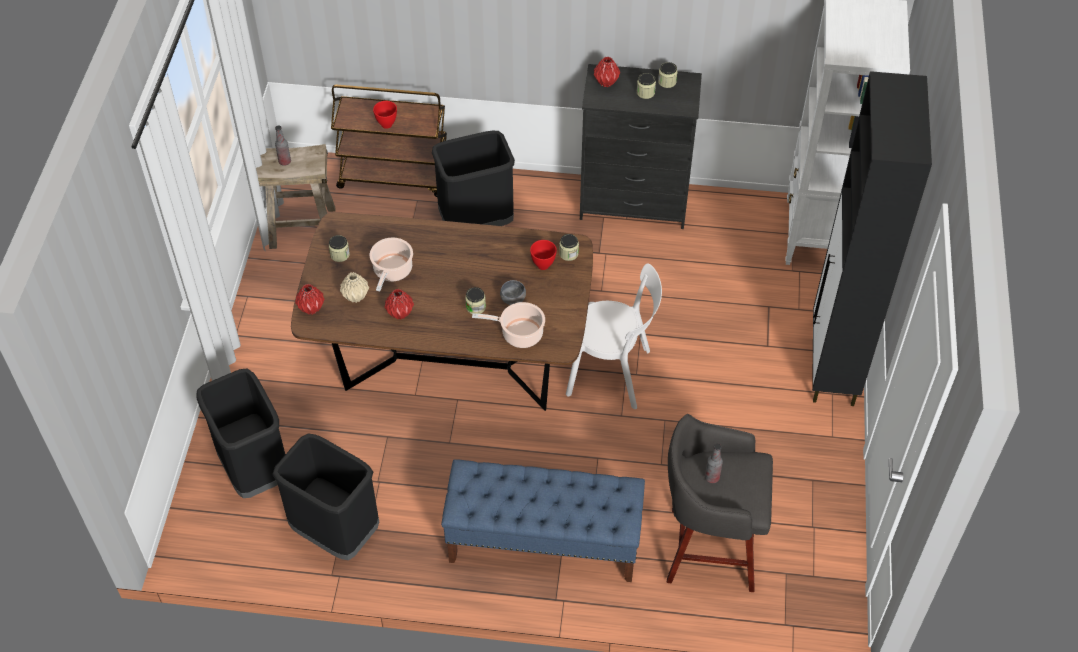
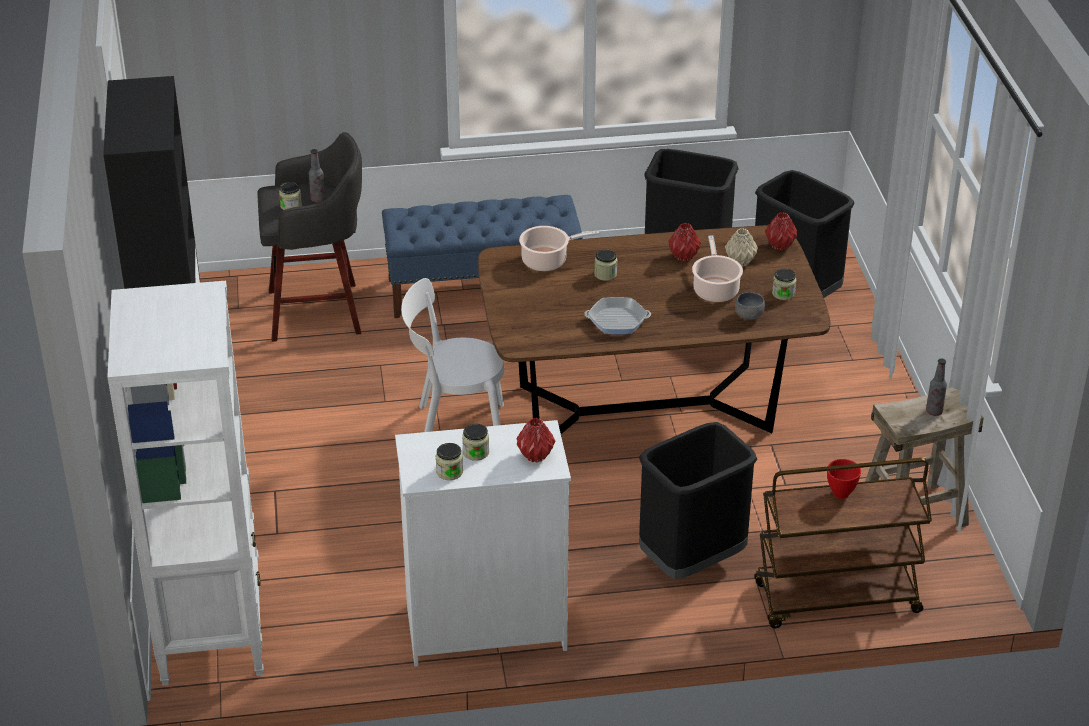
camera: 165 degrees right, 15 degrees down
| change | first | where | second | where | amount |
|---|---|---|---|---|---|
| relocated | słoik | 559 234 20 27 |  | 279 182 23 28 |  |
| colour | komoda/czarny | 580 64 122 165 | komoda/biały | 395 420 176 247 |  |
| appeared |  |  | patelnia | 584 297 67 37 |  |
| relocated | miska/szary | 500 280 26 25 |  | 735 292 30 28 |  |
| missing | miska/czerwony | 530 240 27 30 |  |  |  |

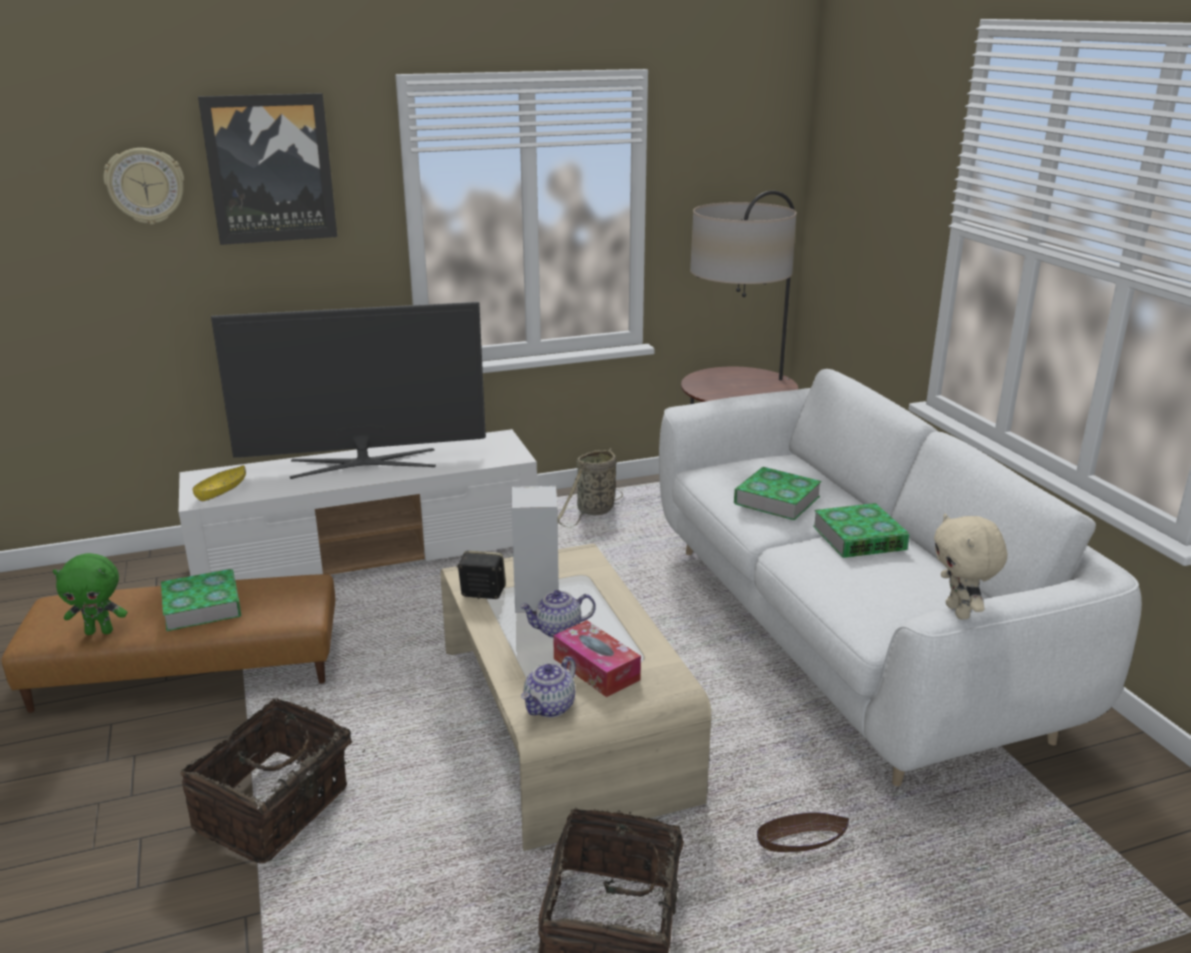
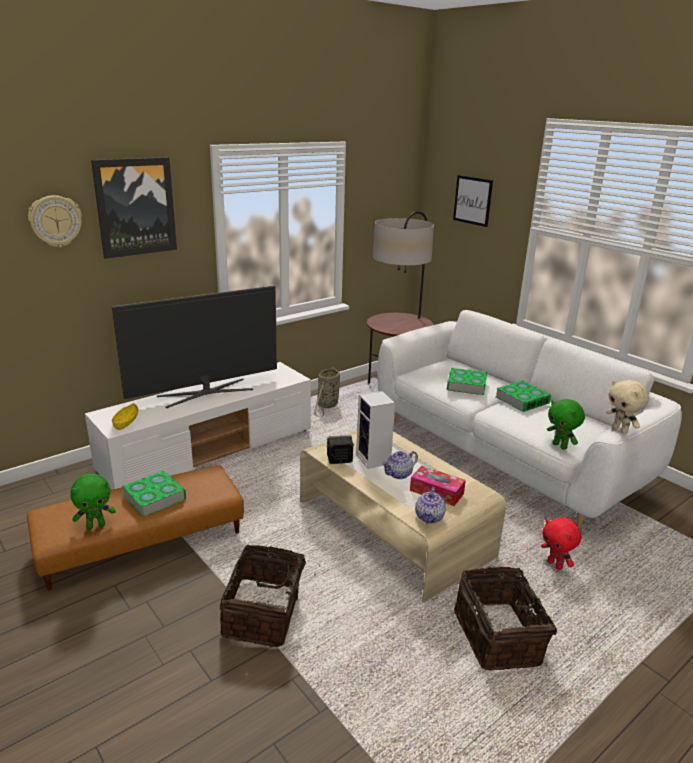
camera: 20 degrees left, 0 degrees up
| change | first | where | second | where | amount |
|---|---|---|---|---|---|
| appeared |  |  | obraz | 453 175 40 52 |  |
| exchanged | miska/brązowy | 757 812 92 40 | pluszak/czerwony | 541 517 40 53 |  |
| appeared |  |  | pluszak/zielony | 547 399 38 51 |  |

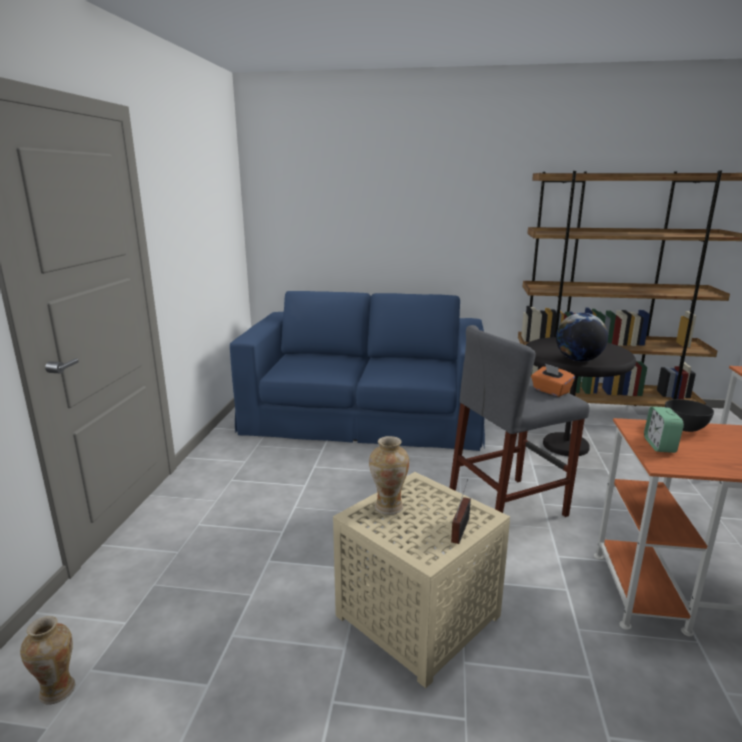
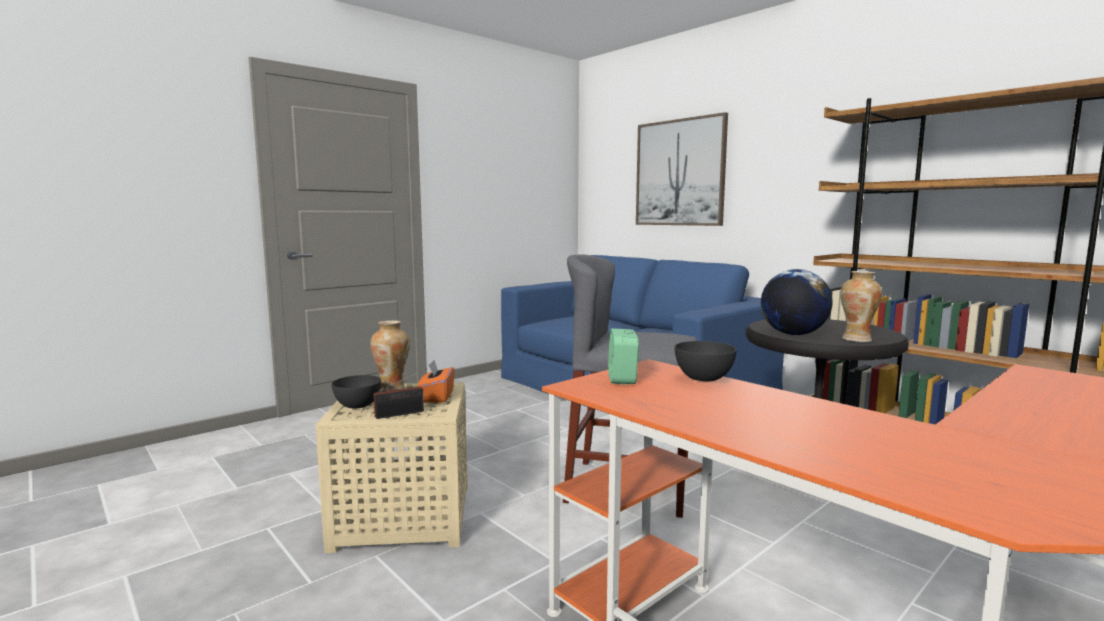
camera: 40 degrees right, 10 degrees down
| change | first | where | second | where | amount |
|---|---|---|---|---|---|
| appeared |  |  | miska/szary | 331 375 50 33 |  |
| relocated | pudełko chusteczek/pomarańczowy | 531 363 44 34 |  | 418 360 37 42 |  |
| spun | budzik | 644 406 40 47 |  | 608 329 31 55 | 45 degrees counterclockwise |
| appeared |  |  | obraz | 636 112 92 114 |  |
| relocated | wazon | 20 616 55 89 |  | 840 271 42 71 |  |

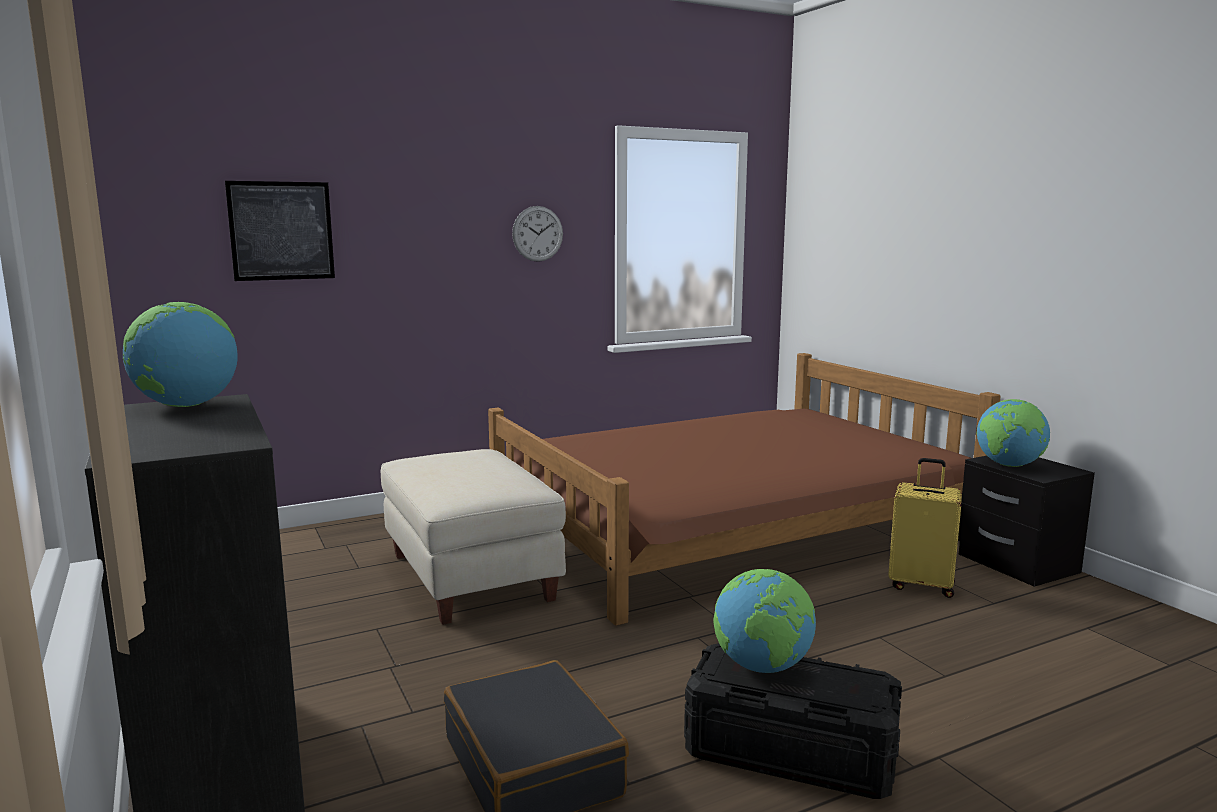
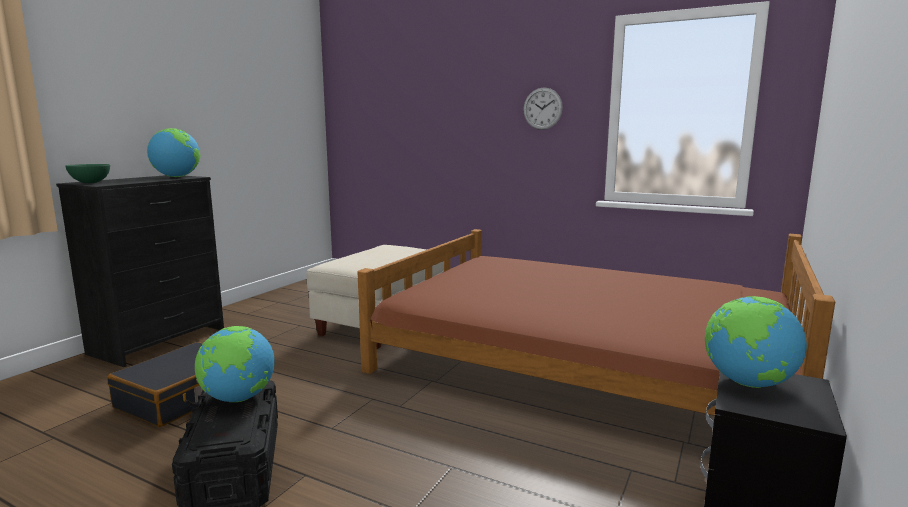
camera: 55 degrees right, 0 degrees up
| change | first | where | second | where | amount |
|---|---|---|---|---|---|
| appeared |  |  | miska/zielony | 65 164 45 19 |  |
| missing | obraz | 225 181 110 100 |  |  |  |
| missing | walizka/żółty | 888 458 74 140 |  |  |  |

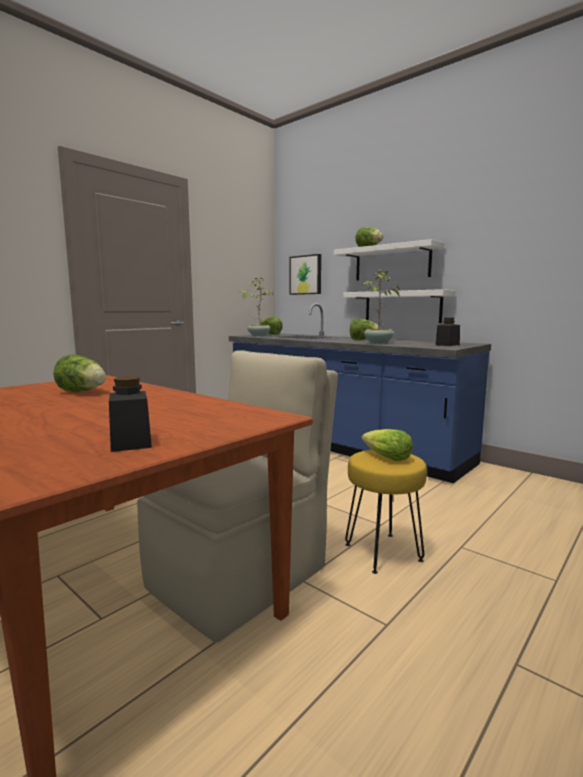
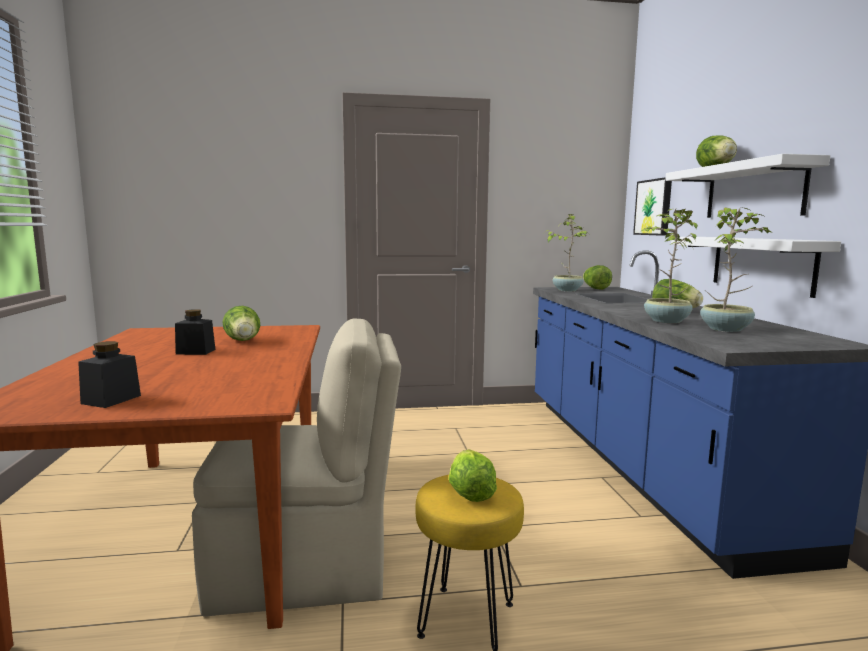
camera: 40 degrees right, 0 degrees up
| change | first | where | second | where | amount |
|---|---|---|---|---|---|
| relocated | słoik/czarny | 436 318 24 28 |  | 175 309 41 46 |  |
| appeared |  |  | roślina doniczkowa | 700 207 72 125 |  |

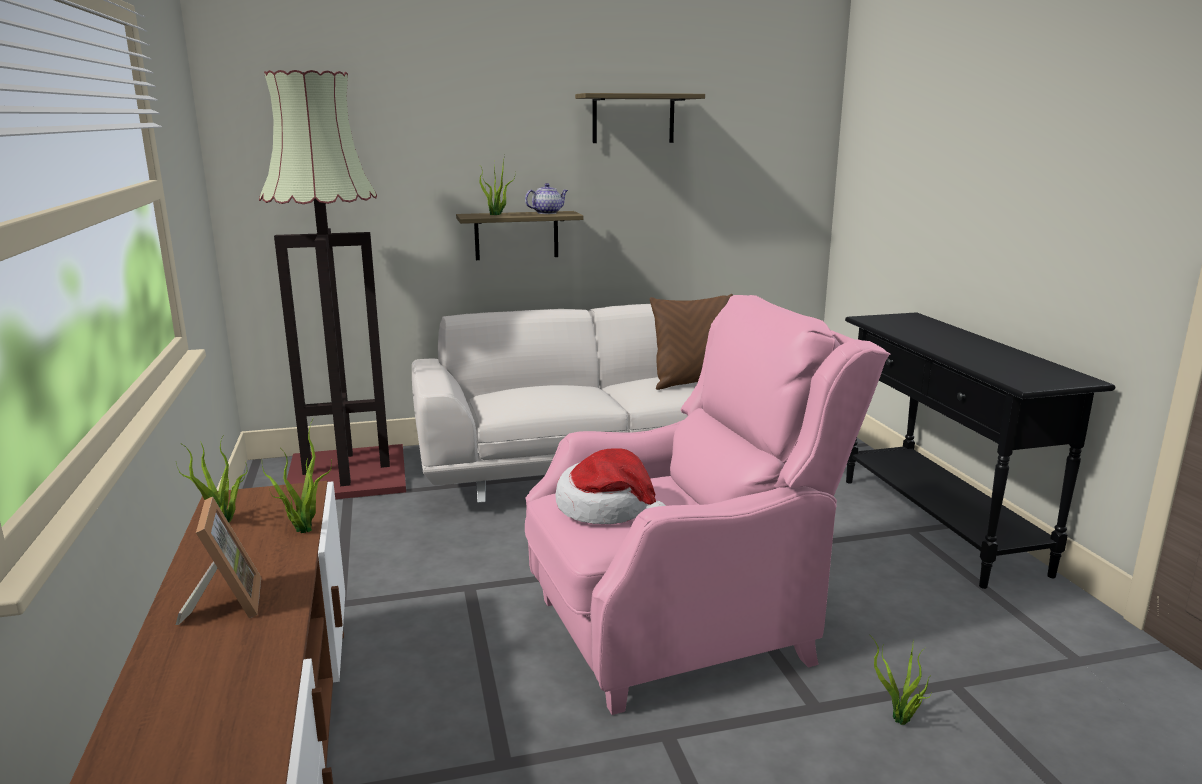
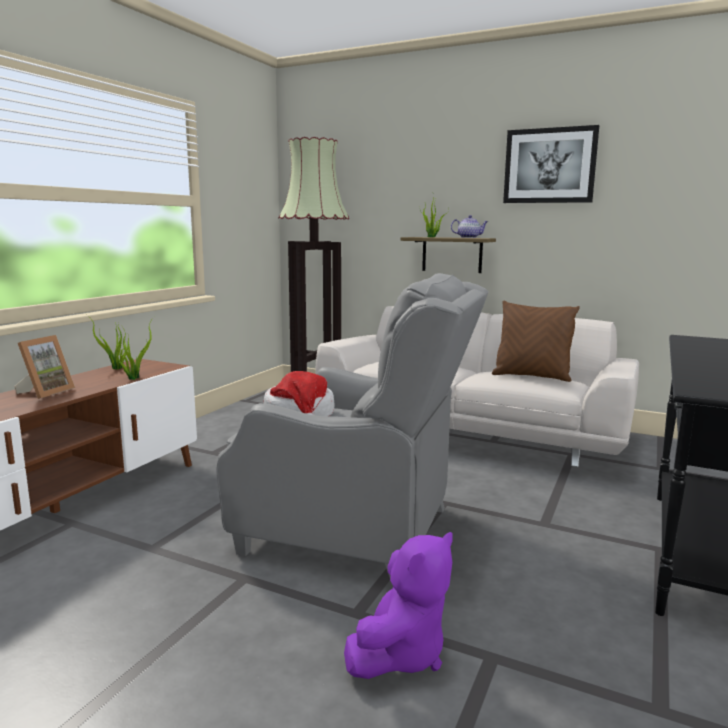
camera: 40 degrees right, 5 degrees down
| change | first | where | second | where | amount |
|---|---|---|---|---|---|
| colour | fotel/różowy | 525 295 365 420 | fotel/szary | 216 273 273 305 |  |
| exchanged | roślina doniczkowa | 870 635 62 90 | pluszak/fioletowy | 344 532 109 147 |  |
| exchanged | półka | 575 93 130 50 | obraz | 503 125 96 78 |  |

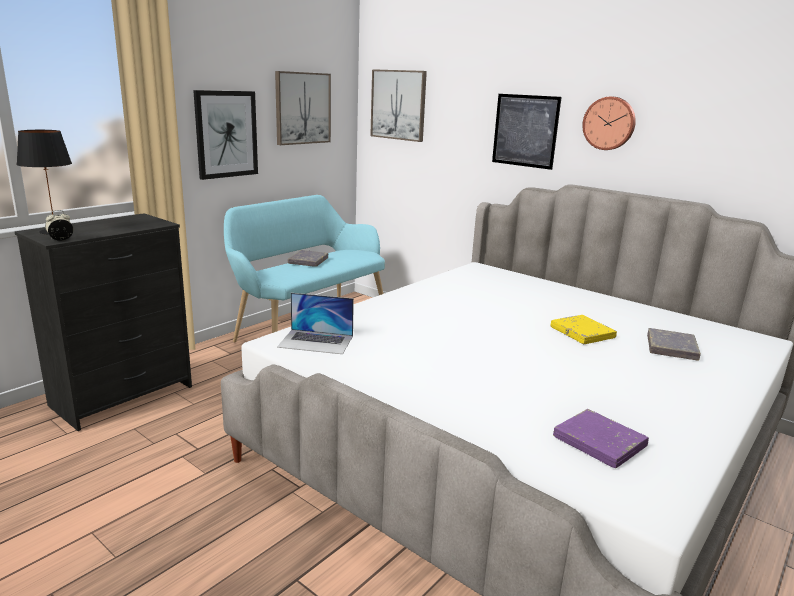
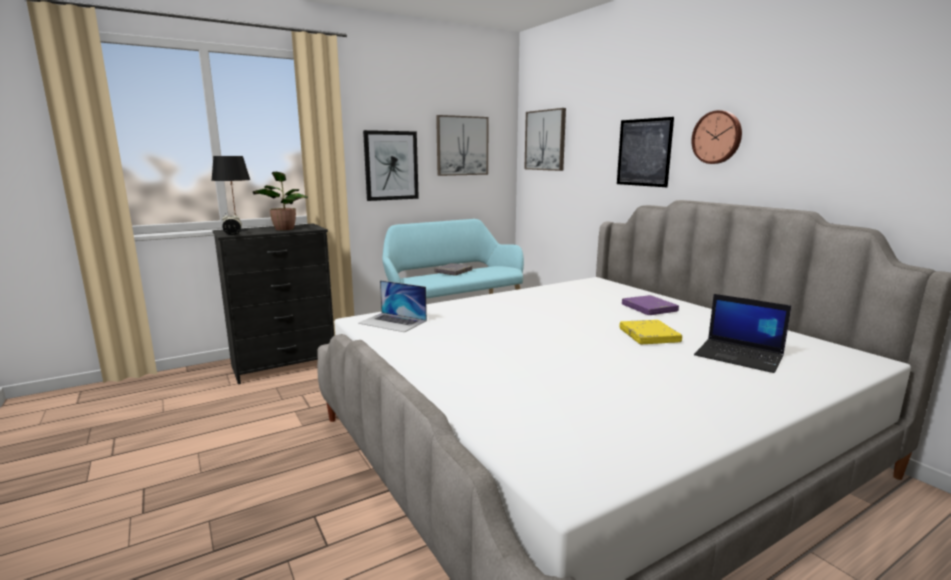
camera: 20 degrees right, 5 degrees down
| change | first | where | second | where | amount |
|---|---|---|---|---|---|
| appeared |  |  | roślina doniczkowa | 253 172 55 59 |  |
| relocated | książka/fioletowy | 553 409 96 59 |  | 622 295 57 20 |  |
| exchanged | książka/szary | 647 328 54 32 | laptop | 694 294 97 79 |  |

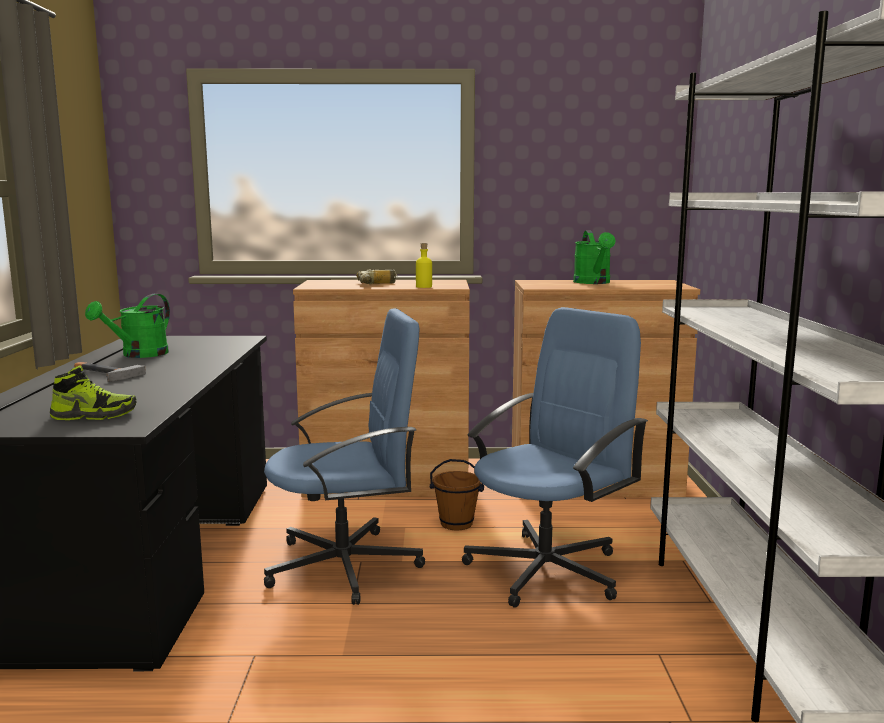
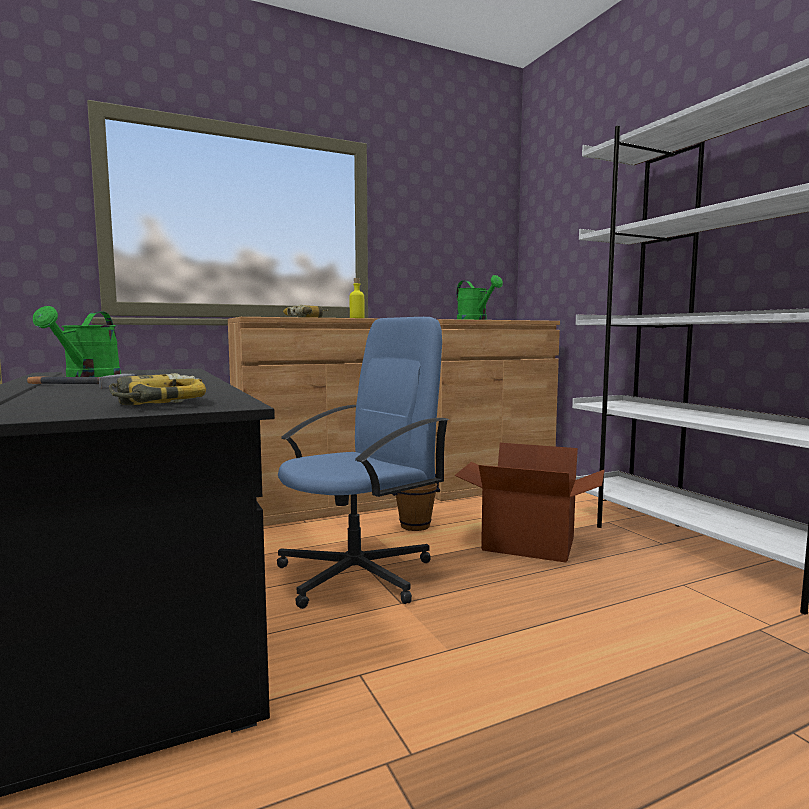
camera: 25 degrees left, 5 degrees down
| change | first | where | second | where | amount |
|---|---|---|---|---|---|
| exchanged | but | 50 365 87 55 | wiertarka | 109 373 97 32 |  |
| exchanged | krzesło biurowe/niebieski | 462 307 186 301 | karton | 455 443 149 120 |  |

